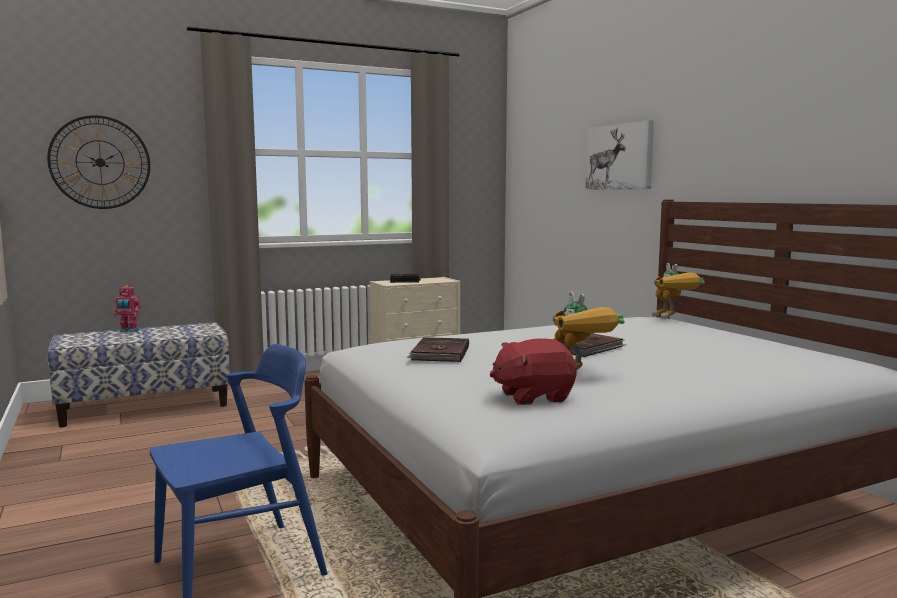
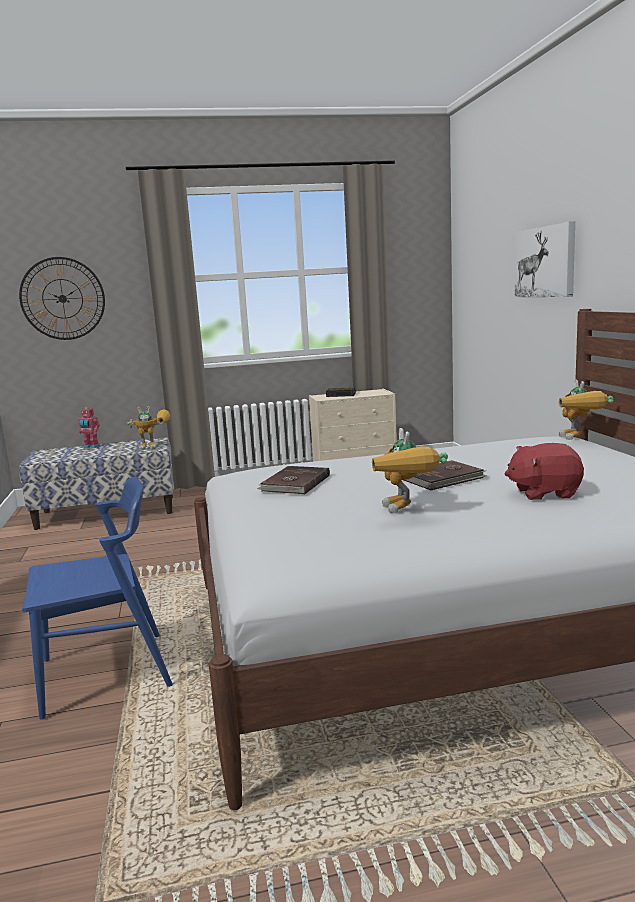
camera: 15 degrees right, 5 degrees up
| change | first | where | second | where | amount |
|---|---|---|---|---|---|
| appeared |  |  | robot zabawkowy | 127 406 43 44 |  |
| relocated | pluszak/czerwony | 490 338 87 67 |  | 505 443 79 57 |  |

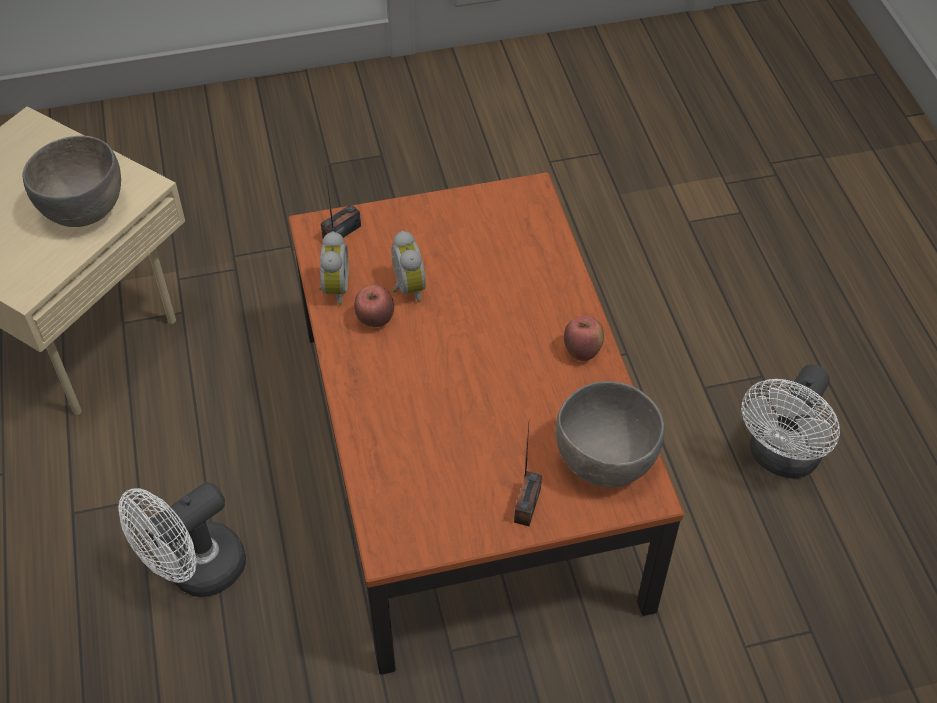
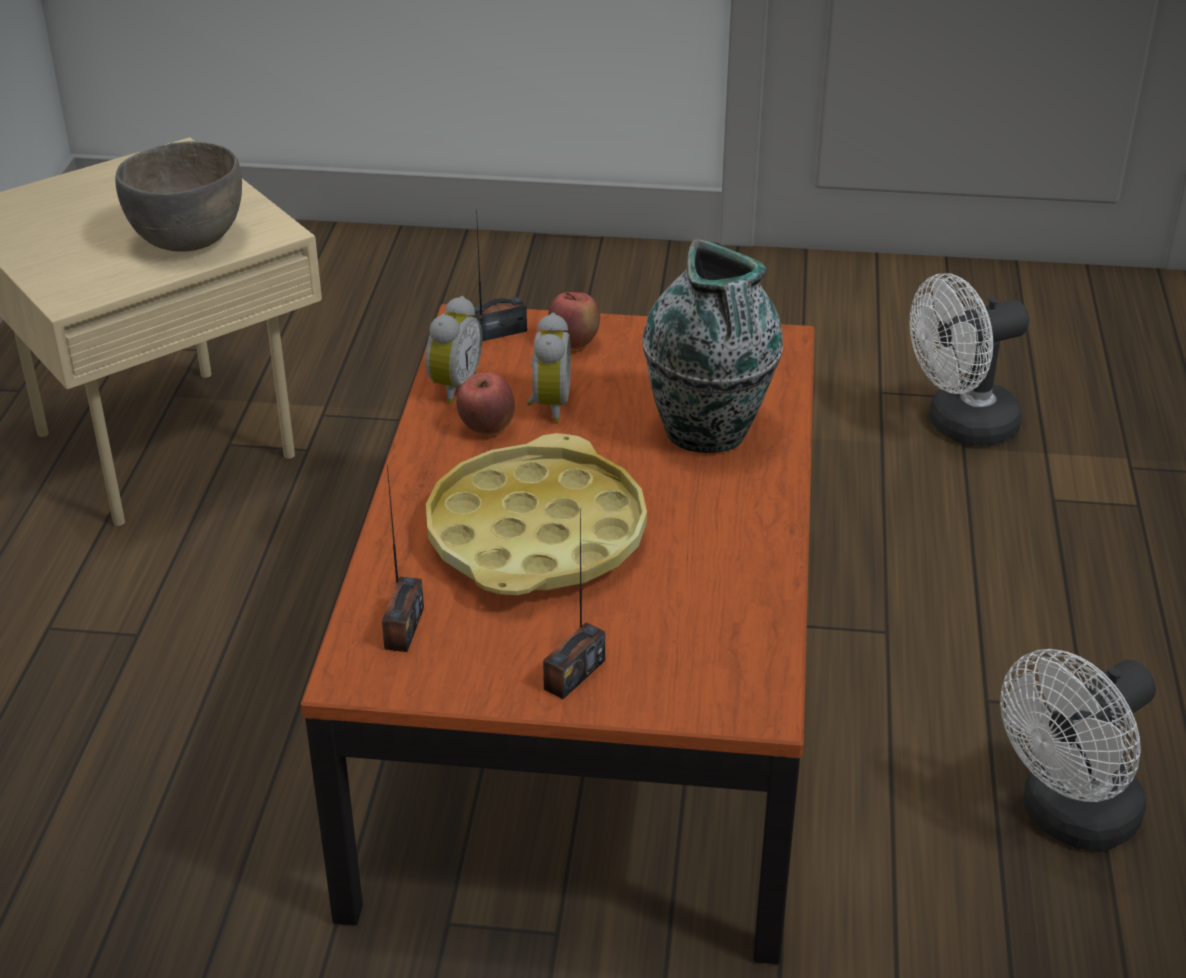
camera: 20 degrees right, 15 degrees down
| change | first | where | second | where | amount |
|---|---|---|---|---|---|
| appeared |  |  | radio | 382 464 42 188 |  |
| appeared |  |  | taca/żółty | 426 433 221 162 |  |
| relocated | jabłko | 564 316 40 45 |  | 548 291 52 58 |  |
| appeared |  |  | wazon | 642 239 141 214 |  |
| relocated | wentylator/biały | 118 482 128 115 |  | 910 273 119 173 |  |
| missing | miska/szary | 555 381 110 106 |  |  |  |

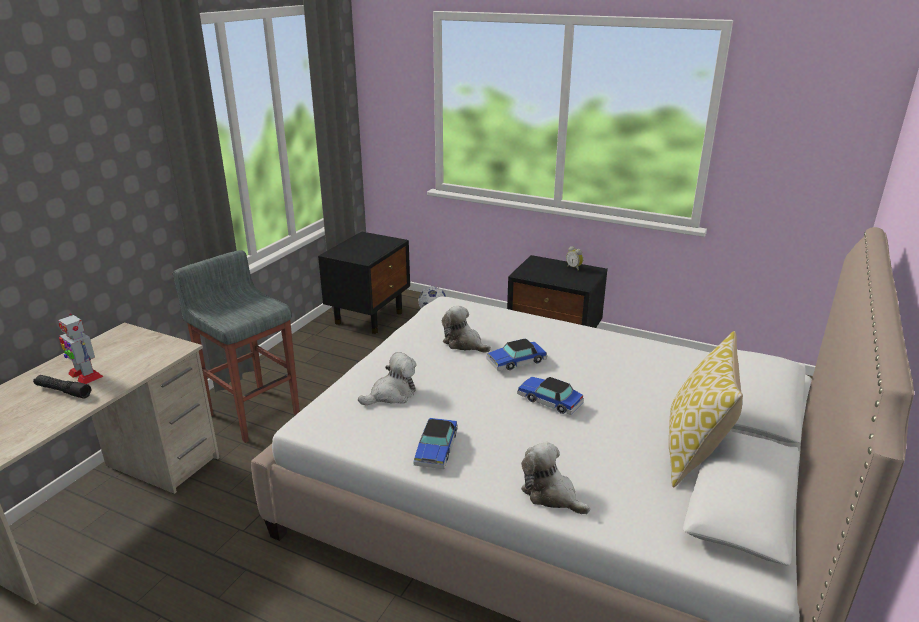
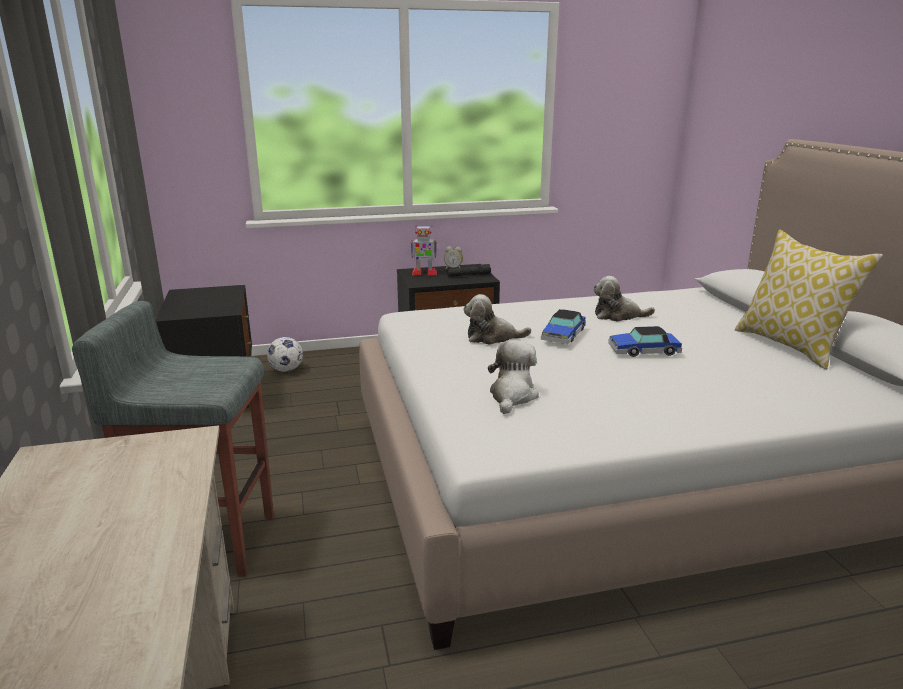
camera: 40 degrees left, 5 degrees down
| change | first | where | second | where | amount |
|---|---|---|---|---|---|
| relocated | robot zabawkowy | 58 313 45 71 |  | 411 225 26 50 |  |
| relocated | latarka/czarny | 33 375 58 23 |  | 446 264 45 13 |  |
| relocated | pluszak | 521 442 69 72 |  | 593 276 62 46 |  |
| missing | samochodzik | 413 418 45 51 |  |  |  |

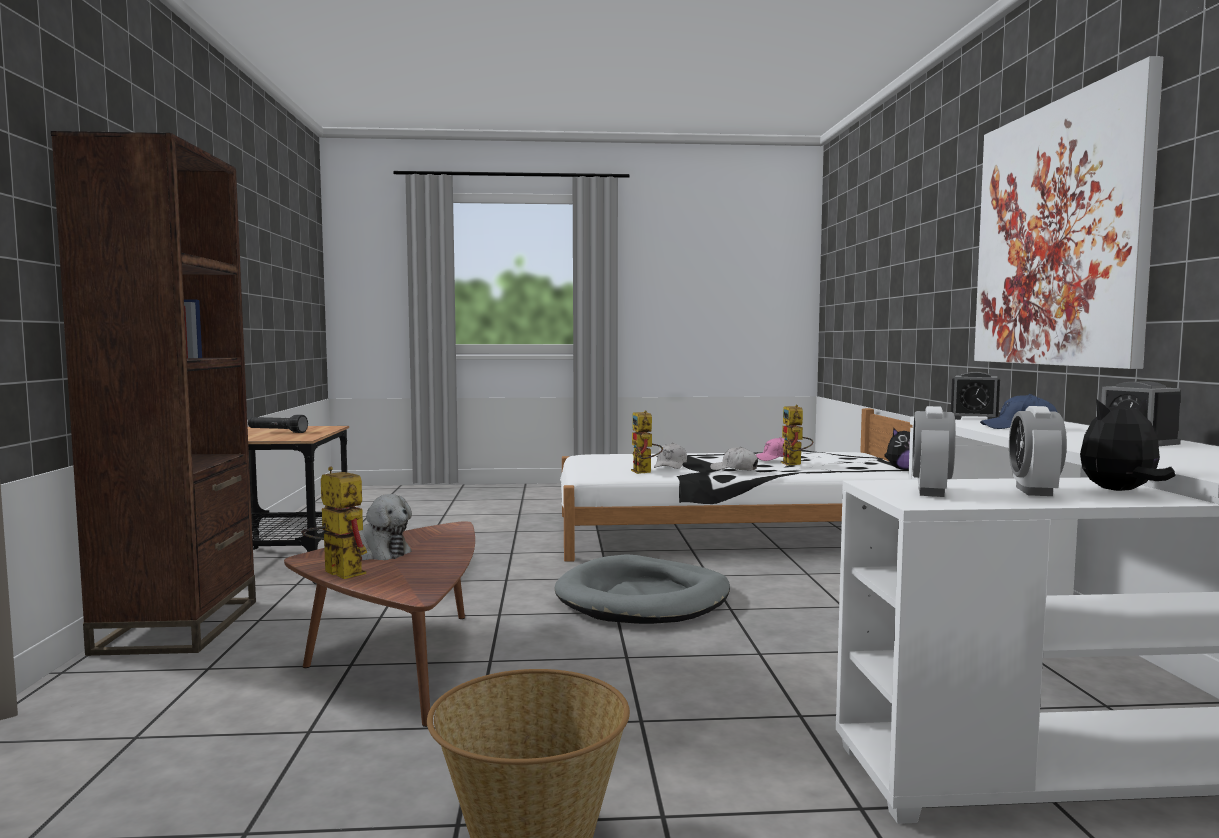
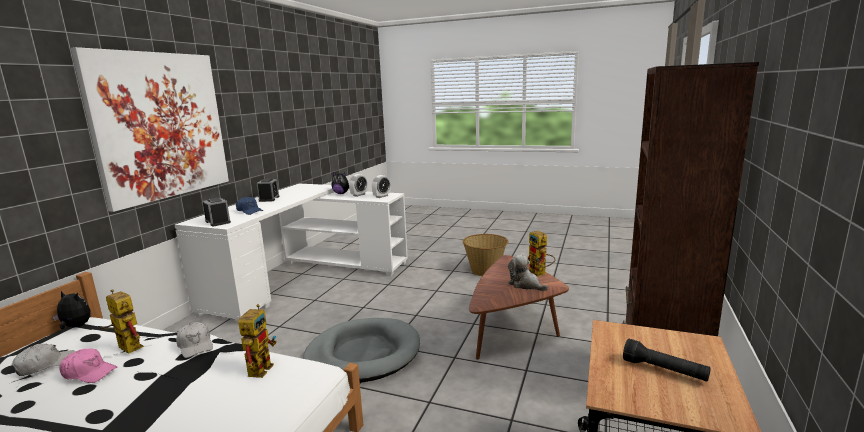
camera: 155 degrees left, 10 degrees up
| change | first | where | second | where | amount |
|---|---|---|---|---|---|
| relocated | czapka z daszkiem/biały | 654 443 33 26 |  | 12 344 64 32 |  |
| spun | robot zabawkowy | 781 405 32 60 |  | 99 290 45 64 | 75 degrees counterclockwise |

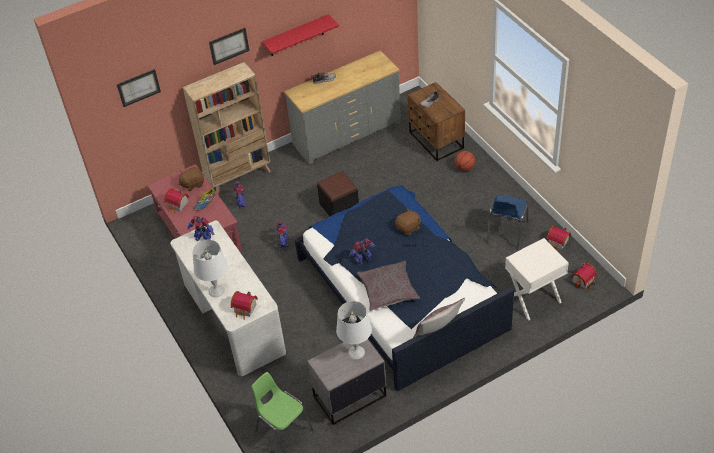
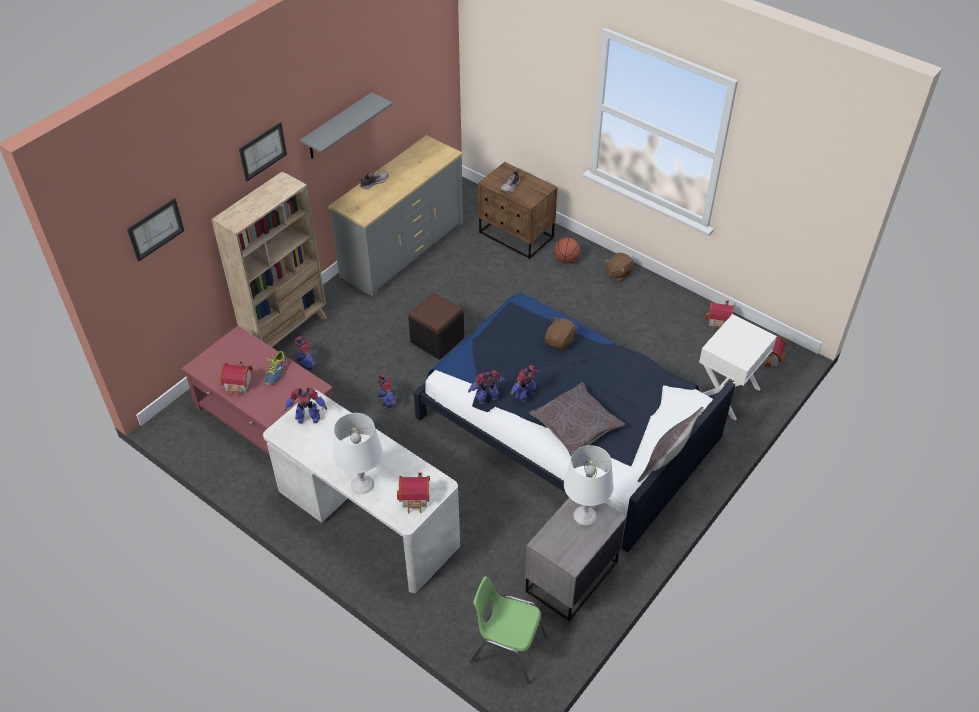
camera: 25 degrees left, 0 degrees up
| change | first | where | second | where | amount |
|---|---|---|---|---|---|
| colour | półka/czerwony | 262 14 77 42 | półka/szary | 300 92 93 67 |  |
| appeared |  |  | robot zabawkowy | 468 370 38 34 |  |
| relocated | pluszak/brązowy | 178 167 26 24 |  | 605 253 29 29 |  |
| missing | krzesło/niebieski | 486 195 42 55 |  |  |  |

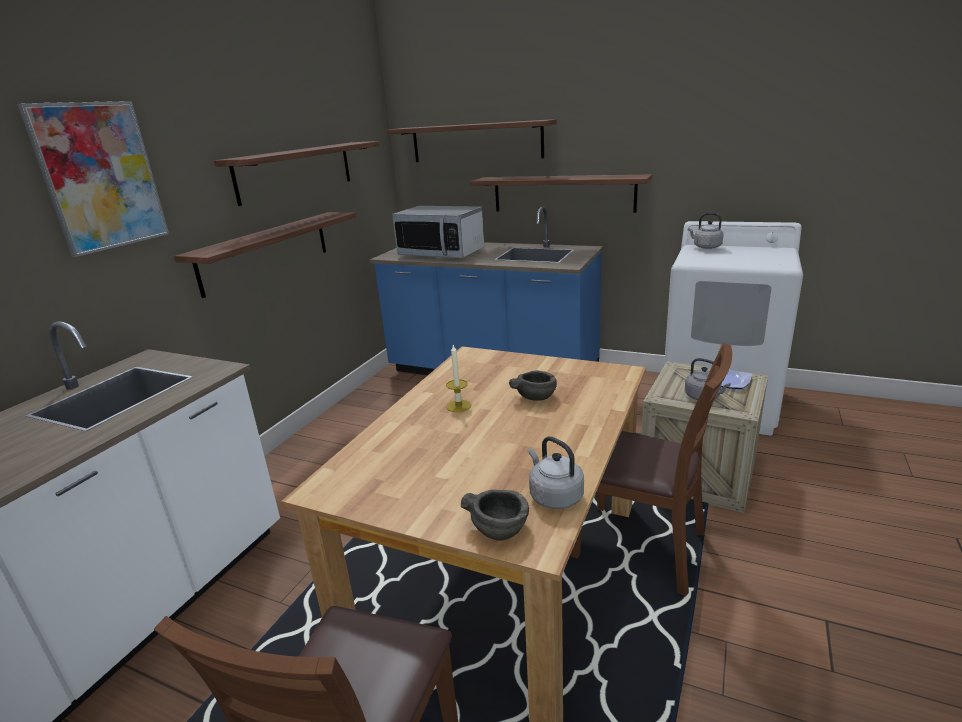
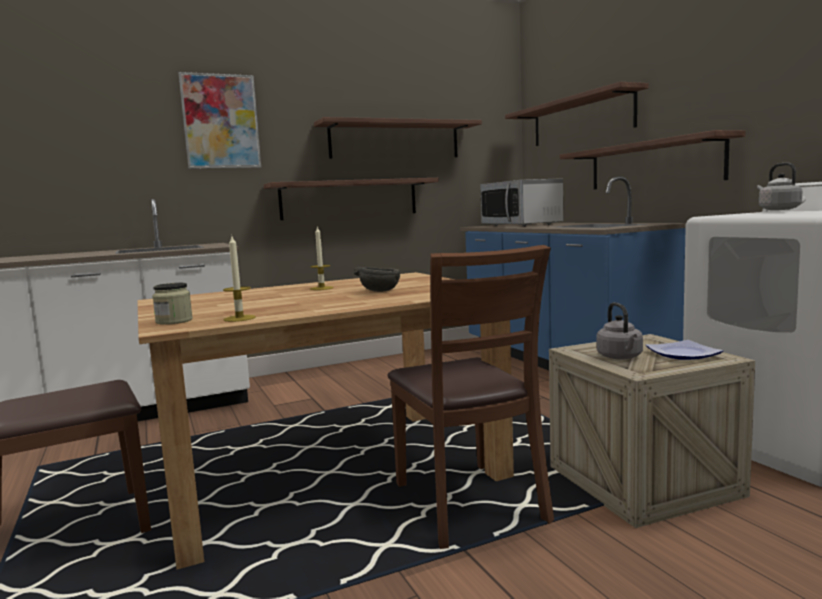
camera: 40 degrees right, 15 degrees down
| change | first | where | second | where | amount |
|---|---|---|---|---|---|
| exchanged | miska/szary | 461 490 68 51 | słoik | 152 283 41 42 |  |
| exchanged | czajnik/szary | 529 436 55 73 | świeca | 223 236 33 86 |  |

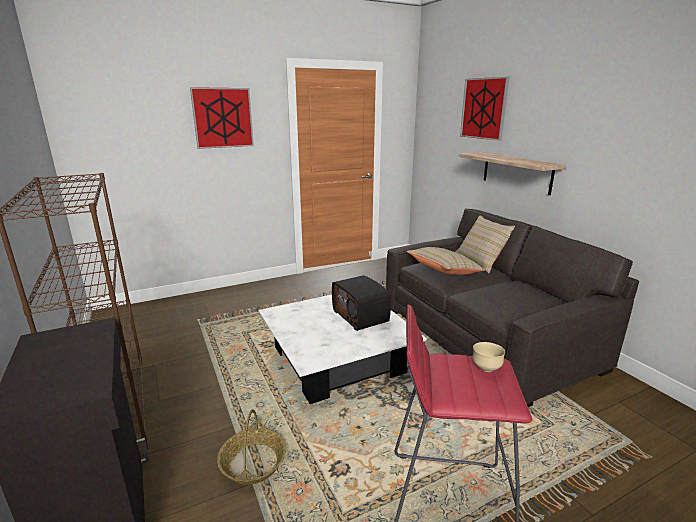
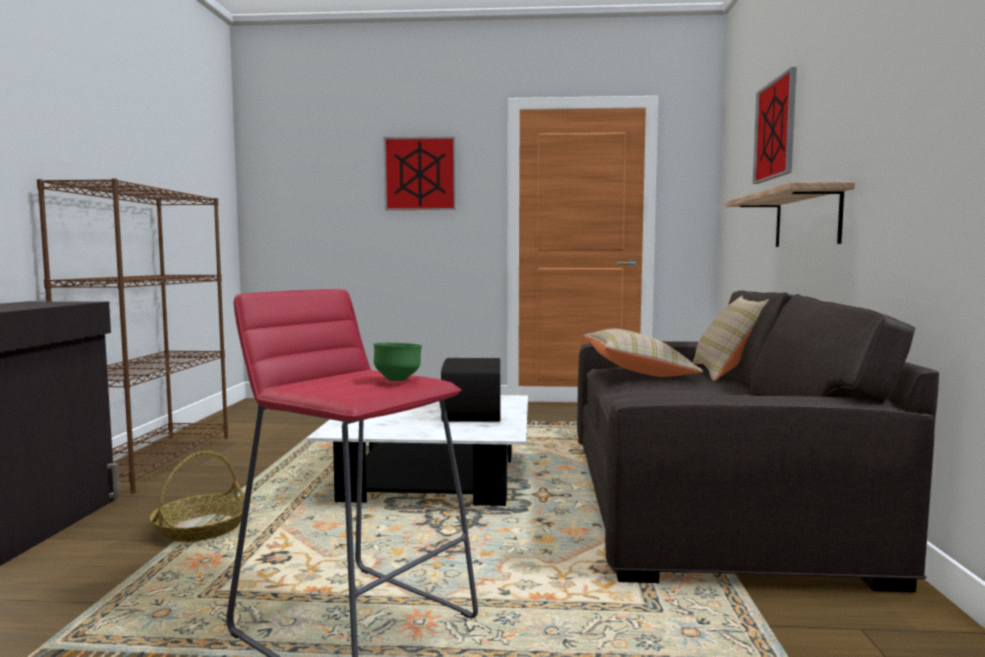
camera: 30 degrees right, 15 degrees down
| change | first | where | second | where | amount |
|---|---|---|---|---|---|
| colour | miska/beżowy | 473 342 32 30 | miska/zielony | 373 343 49 38 |  |

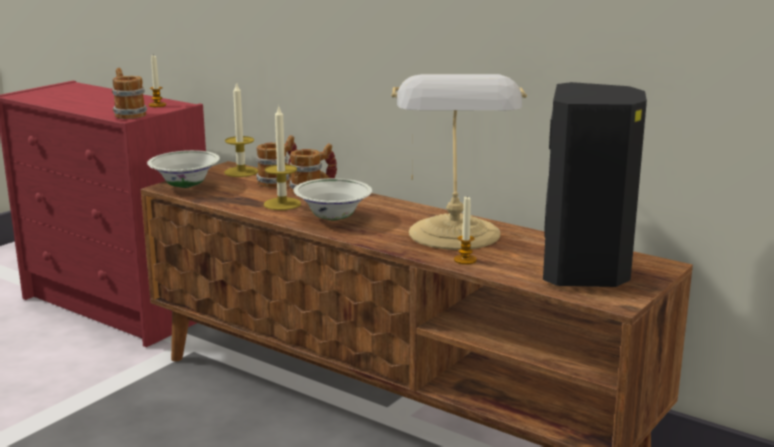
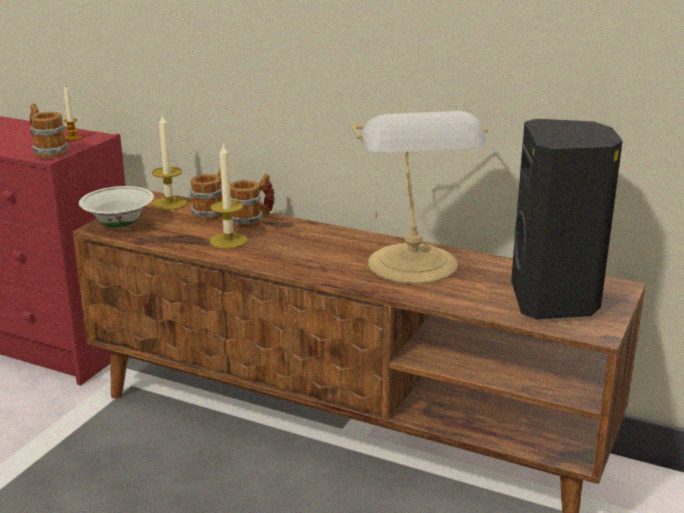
camera: 10 degrees left, 5 degrees up
| change | first | where | second | where | amount |
|---|---|---|---|---|---|
| missing | miska/biały | 293 178 79 42 |  |  |  |
| missing | świeca | 454 195 23 70 |  |  |  |

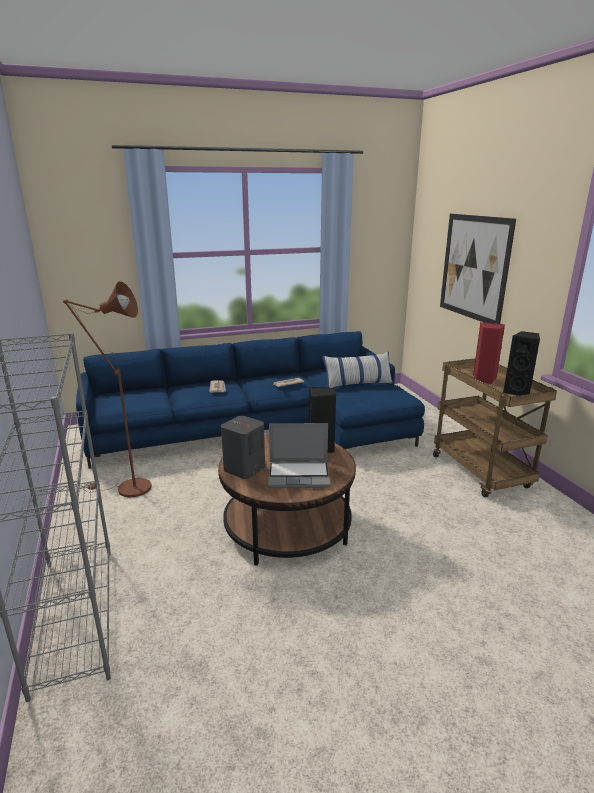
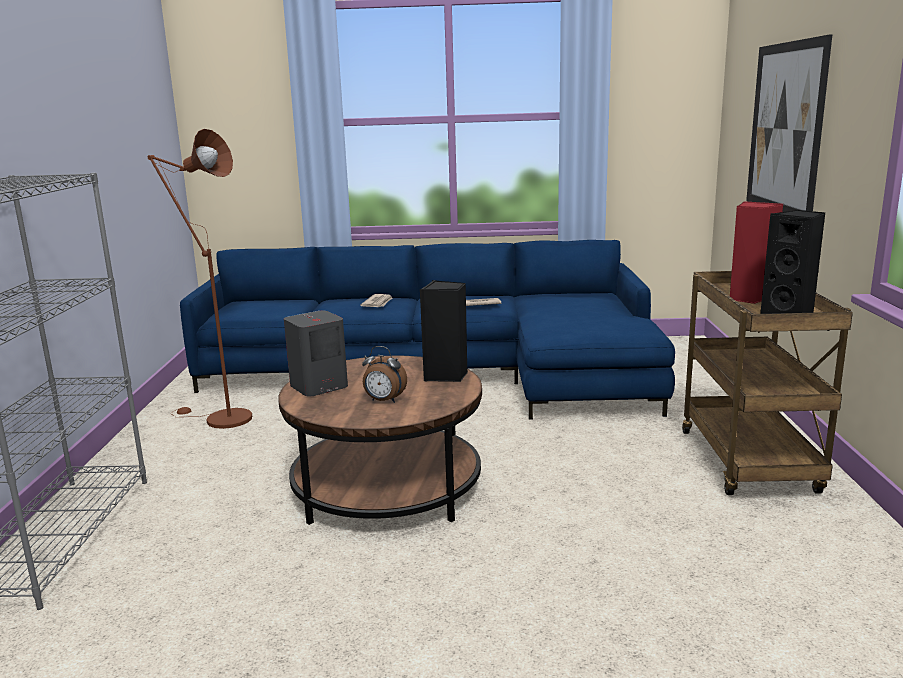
camera: 20 degrees right, 5 degrees down
| change | first | where | second | where | amount |
|---|---|---|---|---|---|
| exchanged | laptop | 268 423 62 65 | budzik | 362 346 45 57 |  |
| missing | poduszka | 322 352 72 36 |  |  |  |

